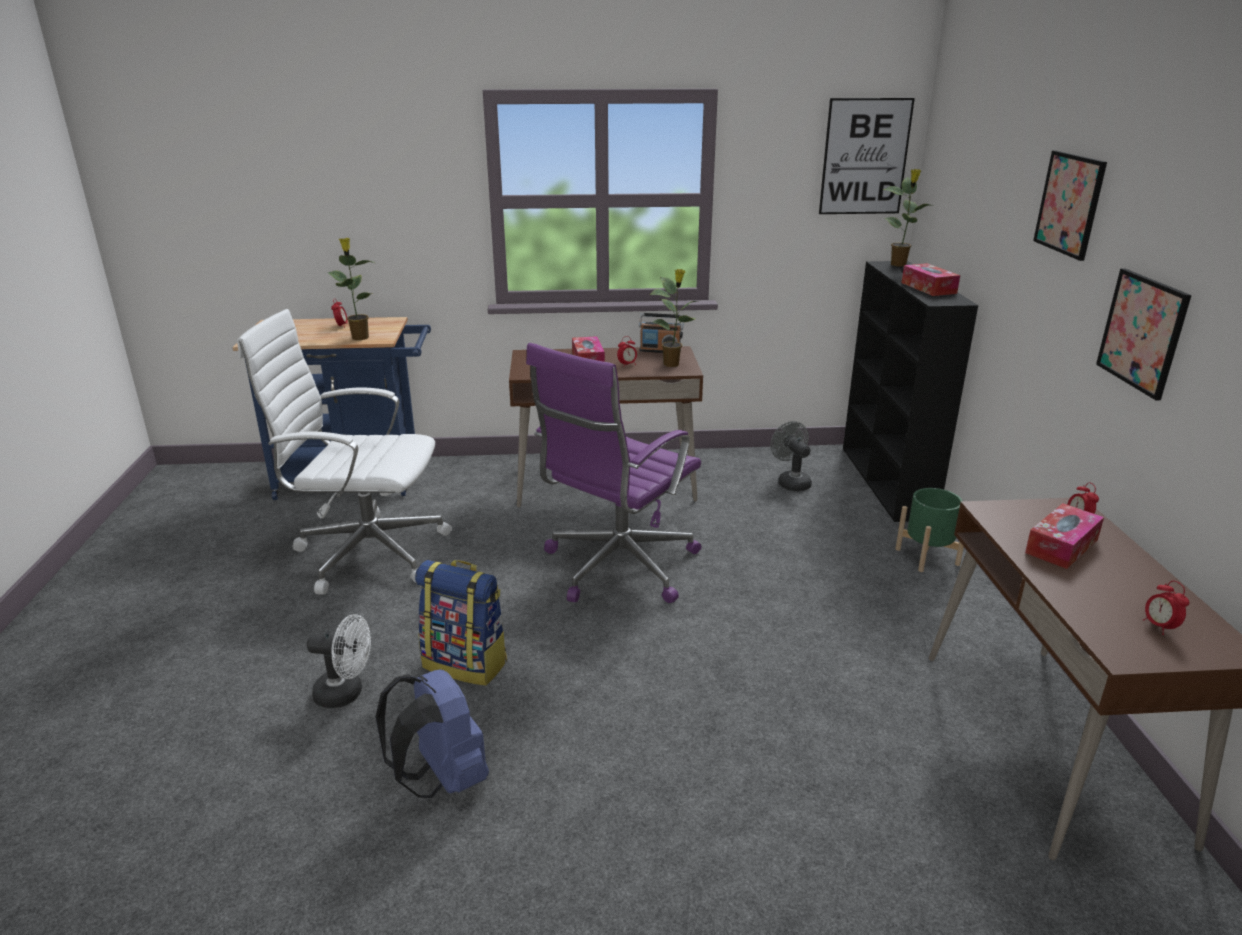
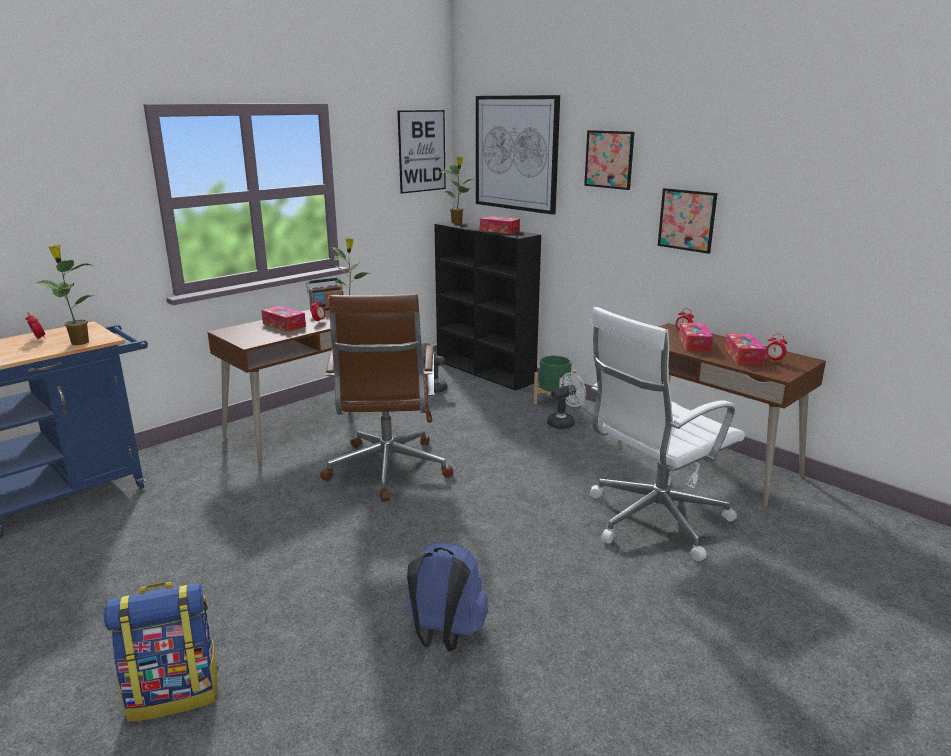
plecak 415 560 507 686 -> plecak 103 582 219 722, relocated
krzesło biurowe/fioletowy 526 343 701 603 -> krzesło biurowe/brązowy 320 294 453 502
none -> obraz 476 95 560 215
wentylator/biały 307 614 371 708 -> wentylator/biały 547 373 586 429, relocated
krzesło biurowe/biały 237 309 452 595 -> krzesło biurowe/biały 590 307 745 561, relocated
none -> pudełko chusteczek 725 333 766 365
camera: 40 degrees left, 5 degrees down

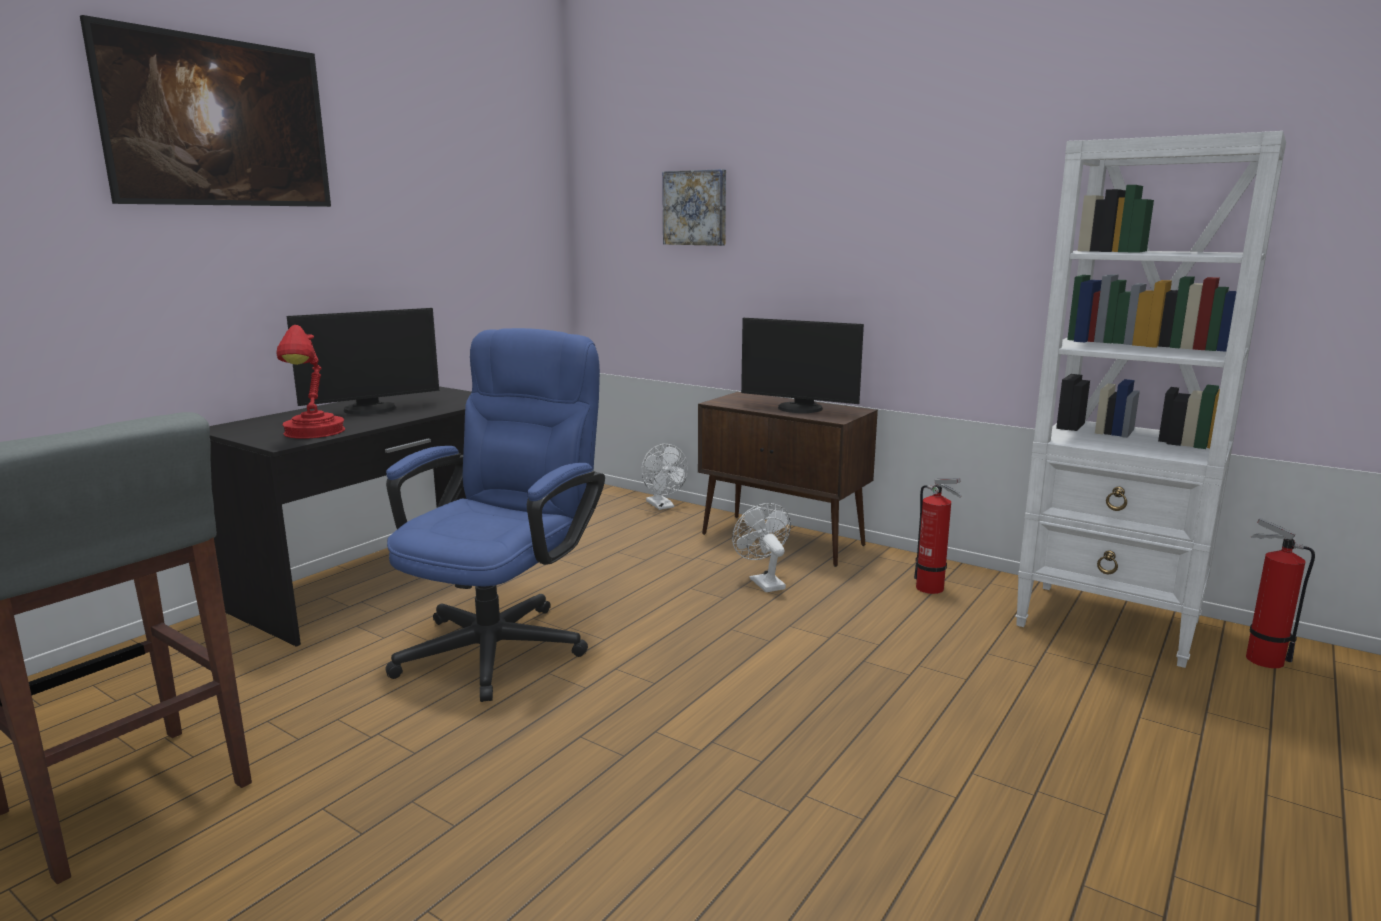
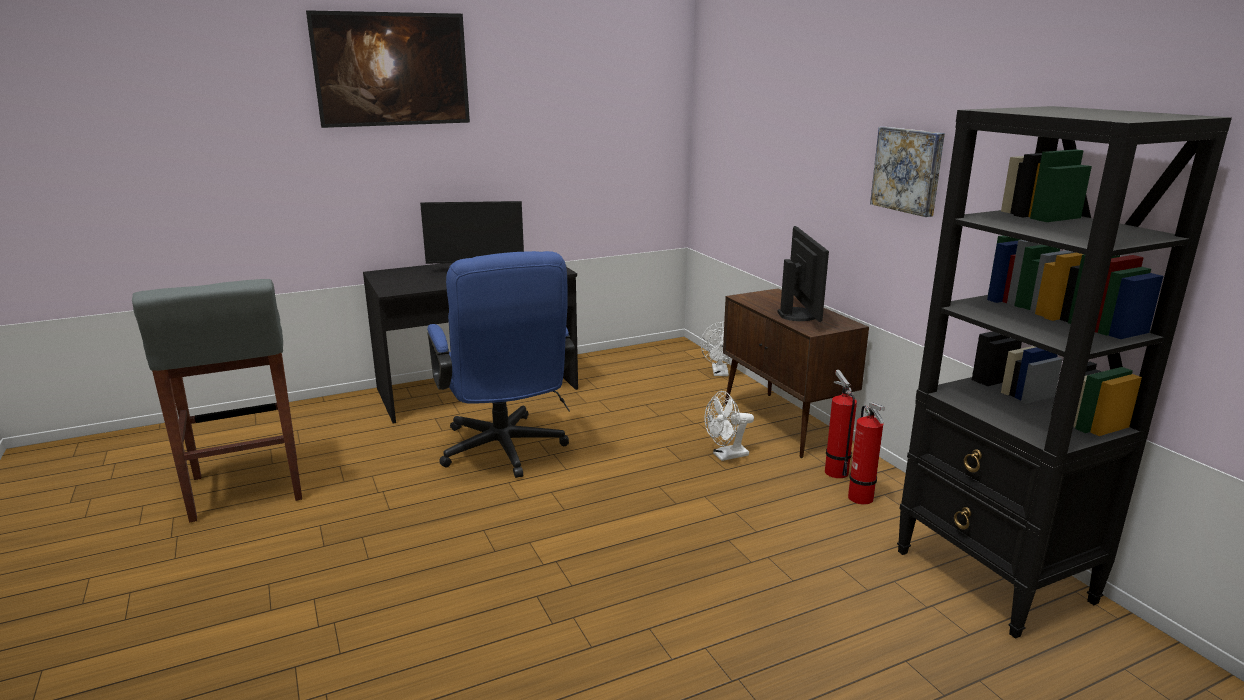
krzesło biurowe/niebieski 385 328 605 702 -> krzesło biurowe/niebieski 427 251 575 478, 105 degrees clockwise
wentylator/biały 732 503 791 592 -> wentylator/biały 705 391 754 461, 120 degrees counterclockwise
monitor 741 318 864 413 -> monitor 777 226 829 322, 150 degrees counterclockwise
gaśnica 1246 518 1315 668 -> gaśnica 825 370 857 478, relocated
obraz 662 169 726 246 -> obraz 870 127 945 217, relocated
regał/biały 1015 131 1286 668 -> regał/czarny 897 106 1232 639
lampa stołowa/czerwony 276 325 345 438 -> none
camera: 30 degrees right, 5 degrees up

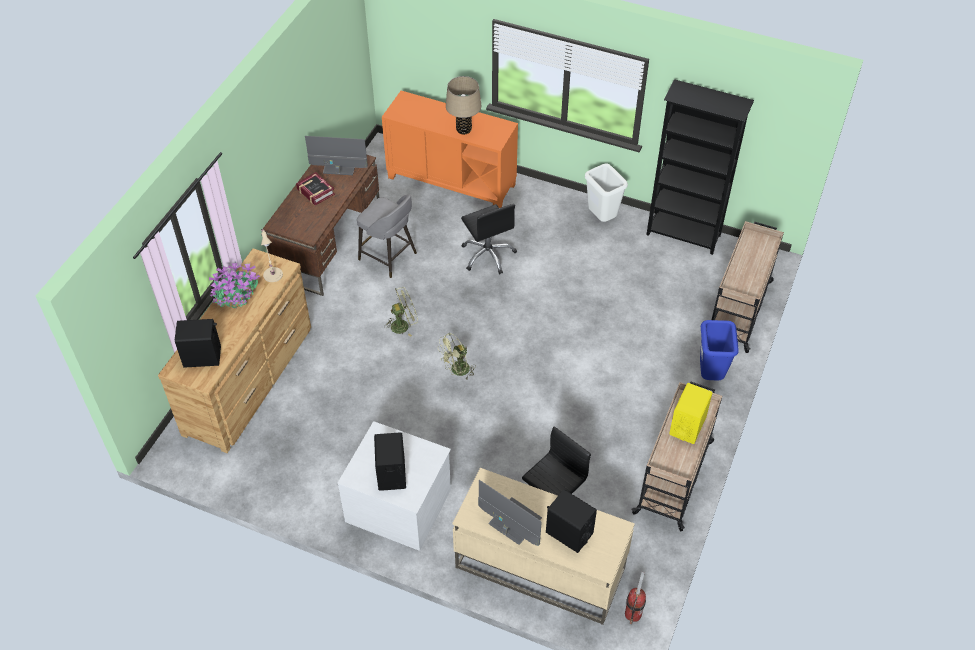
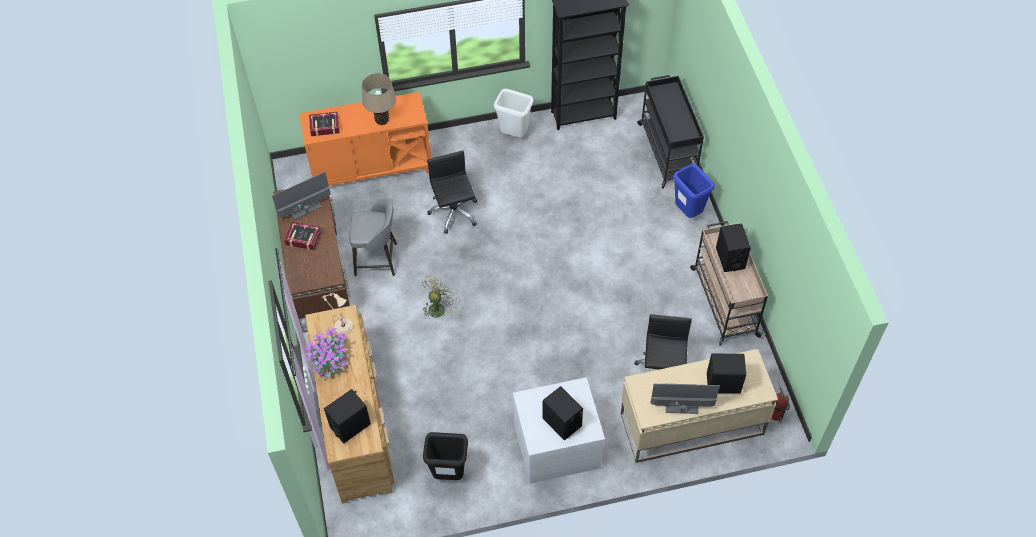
none -> książka 309 112 340 136
none -> kosz na śmieci/czarny 423 432 468 480
krzesło biurowe/czarny 461 204 517 274 -> krzesło biurowe/czarny 427 151 477 234, 135 degrees counterclockwise
wózek/beżowy 712 221 784 353 -> wózek/czarny 637 75 704 188
głośnik/żółty 669 383 712 444 -> głośnik/czarny 716 224 751 272
wentylator/zielony 438 333 476 379 -> none
camera: 35 degrees left, 5 degrees up

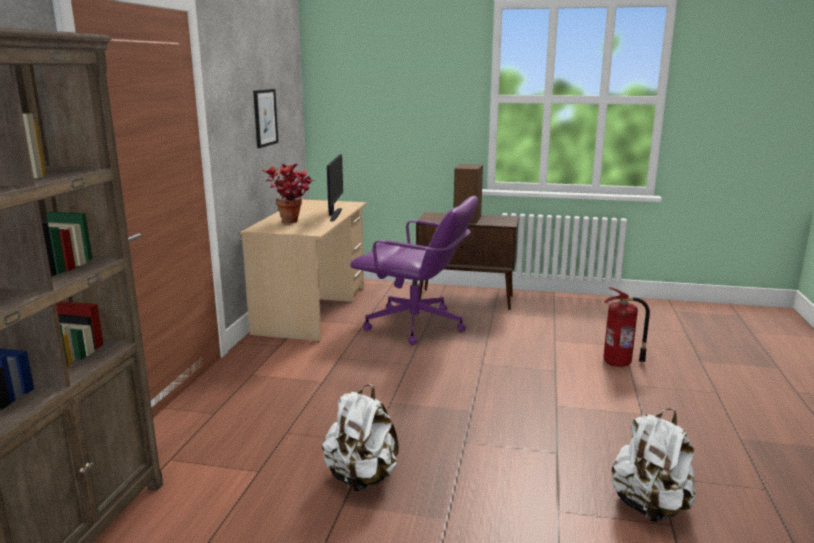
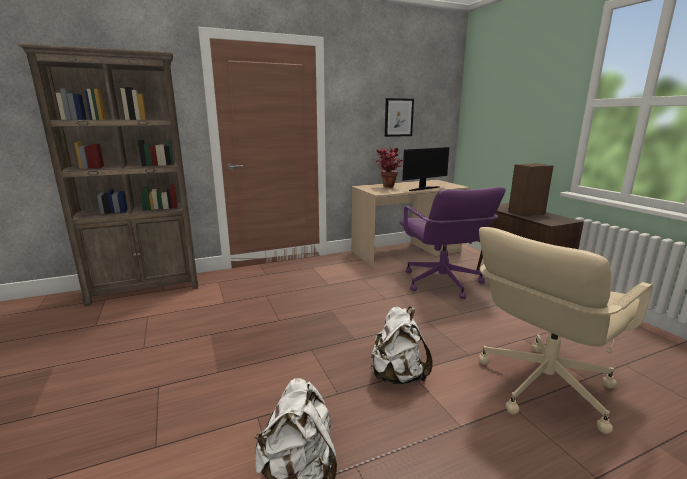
plecak/biały 322 384 399 492 -> plecak/biały 370 306 433 384, relocated
gaśnica 604 287 650 367 -> krzesło biurowe/beżowy 479 227 653 434
camera: 55 degrees right, 0 degrees up

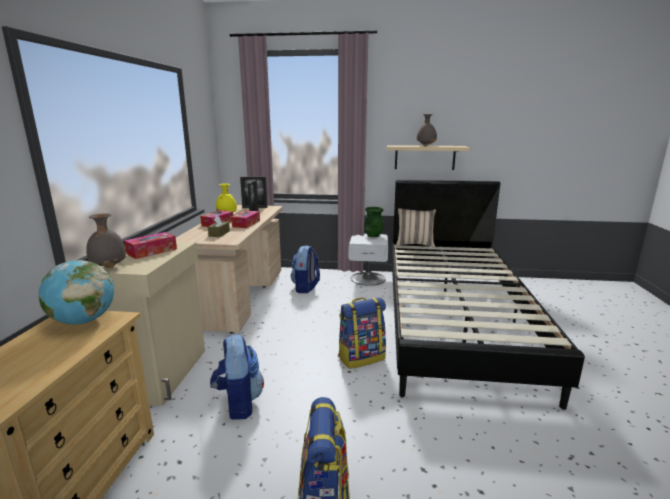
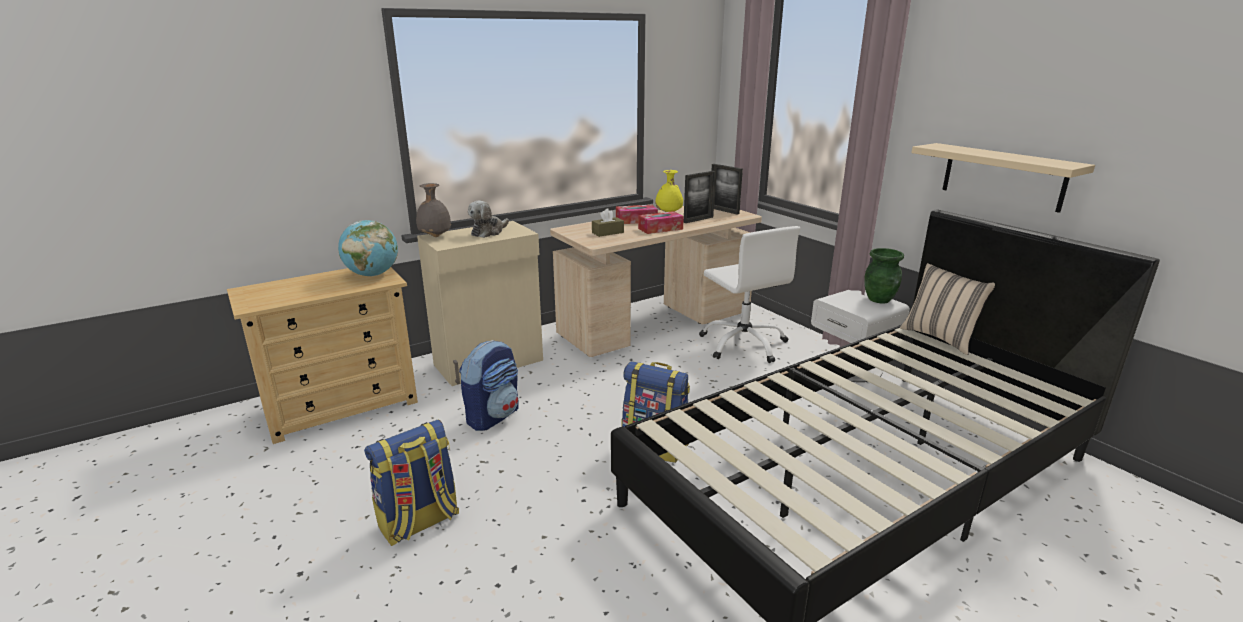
pudełko chusteczek 124 232 177 259 -> pluszak 468 200 509 238
plecak 291 245 320 293 -> krzesło biurowe/biały 699 226 800 363
wazon/szary 417 114 437 146 -> none
camera: 50 degrees right, 5 degrees up

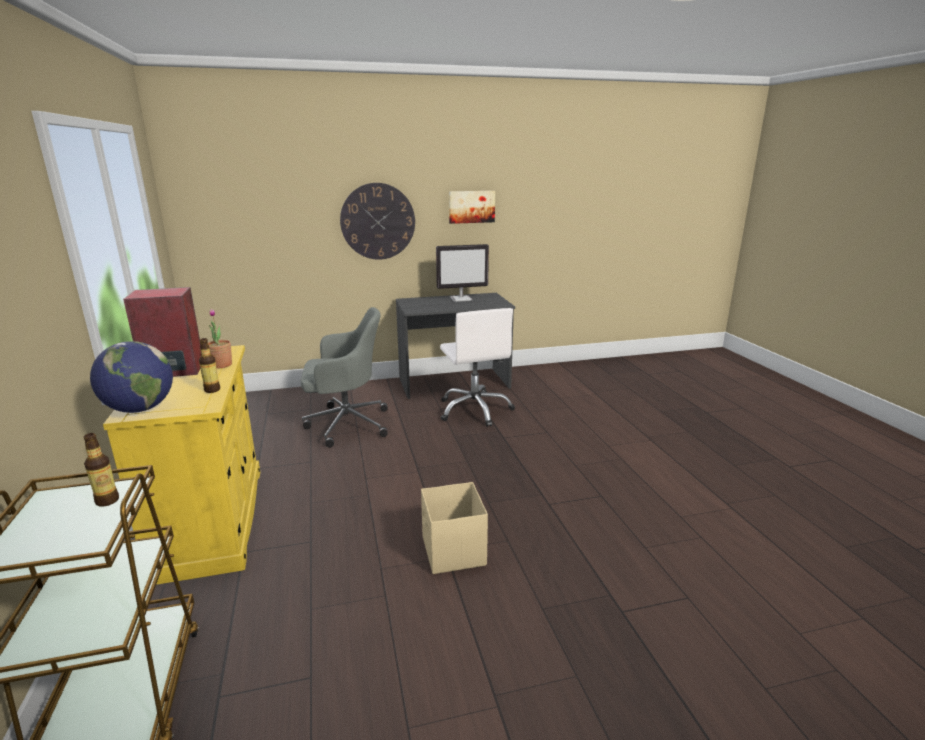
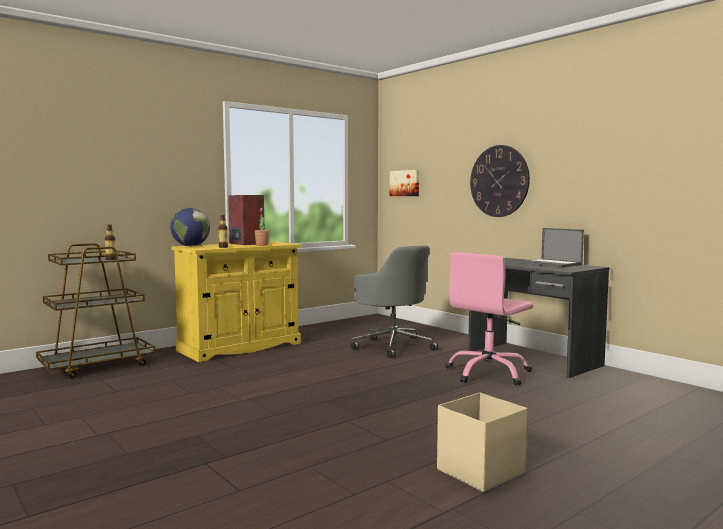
obraz 449 191 495 224 -> obraz 390 170 419 196, relocated
pojemnik do przechowywania/beżowy 421 482 488 574 -> pojemnik do przechowywania/beżowy 437 392 527 492, relocated
krzesło biurowe/biały 440 308 515 427 -> krzesło biurowe/różowy 445 252 533 386
monitor 436 244 489 302 -> laptop 520 228 584 268
camera: 65 degrees right, 15 degrees down

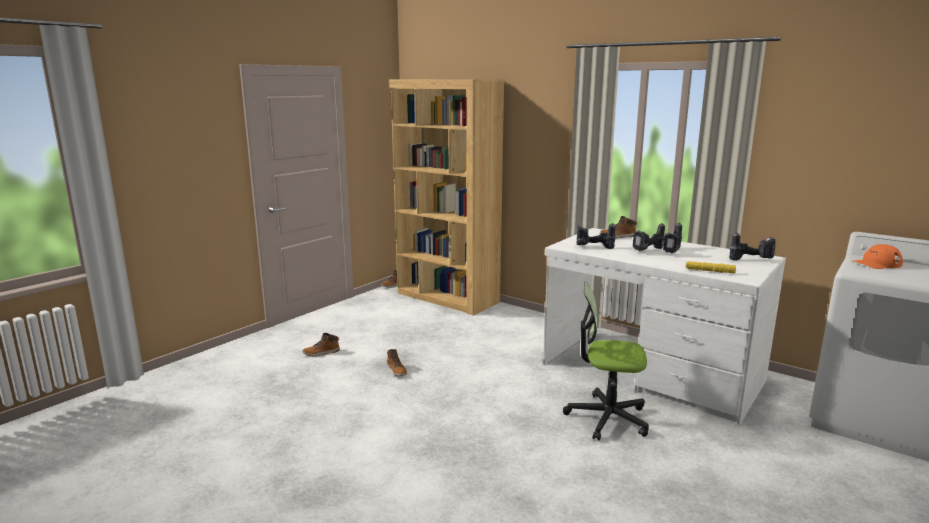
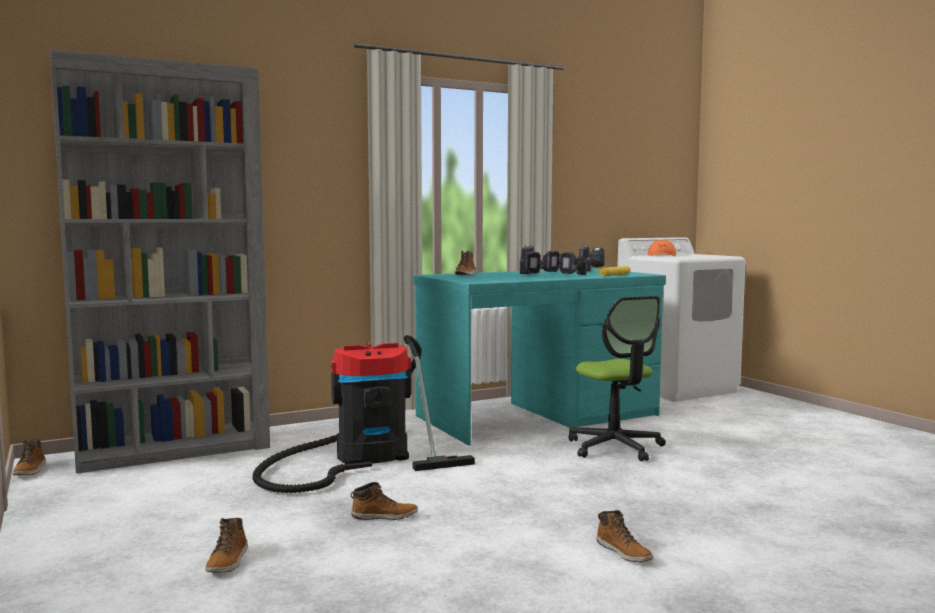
regał/brązowy 389 79 504 316 -> regał/szary 50 50 270 474
none -> odkurzacz 252 335 475 493
biurko/biały 543 228 786 425 -> biurko/turkusowy 413 268 666 445
wiertarka 577 223 616 249 -> wiertarka 560 246 588 275, relocated
krzesło biurowe 563 281 649 440 -> krzesło biurowe 569 296 666 461, 60 degrees counterclockwise
none -> but z cholewką 597 510 653 562
camera: 65 degrees left, 10 degrees down

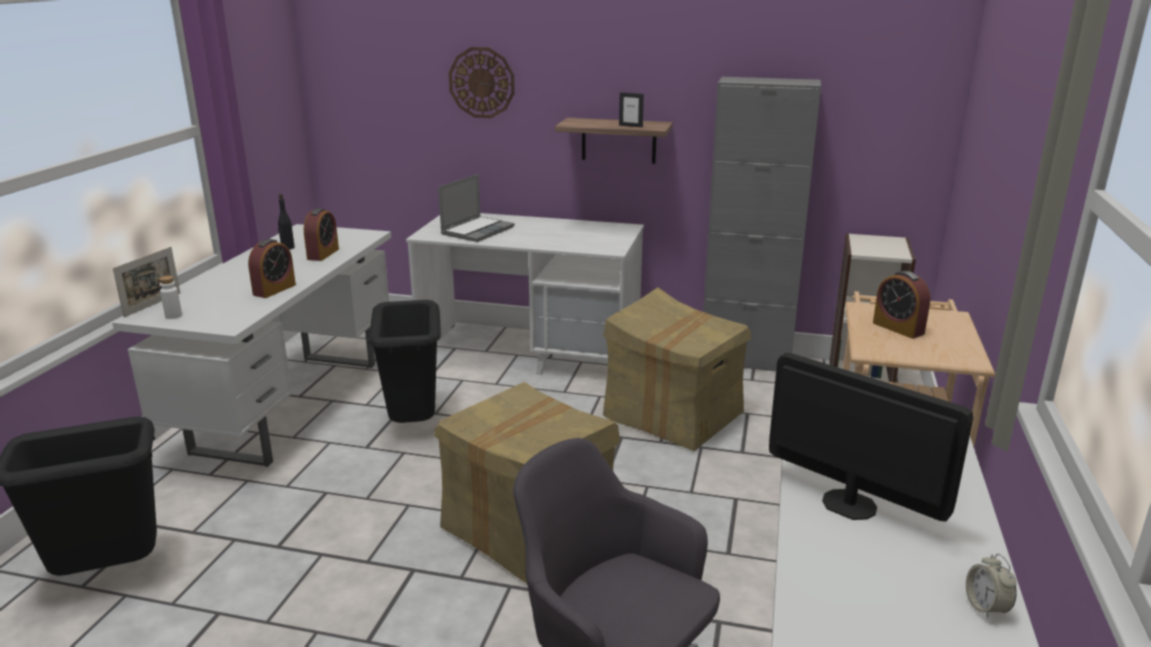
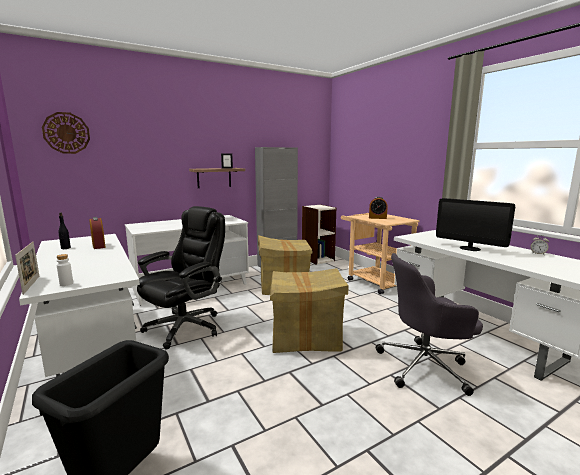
zegar ścienny 449 47 515 118 -> zegar ścienny 42 112 90 154, relocated
kosz na śmieci/czarny 368 300 441 423 -> krzesło biurowe/czarny 137 206 225 350
monitor 769 353 973 522 -> monitor 436 198 515 251, 135 degrees counterclockwise
budzik 248 239 296 298 -> none
laptop 438 174 515 242 -> none
camera: 45 degrees left, 10 degrees down

